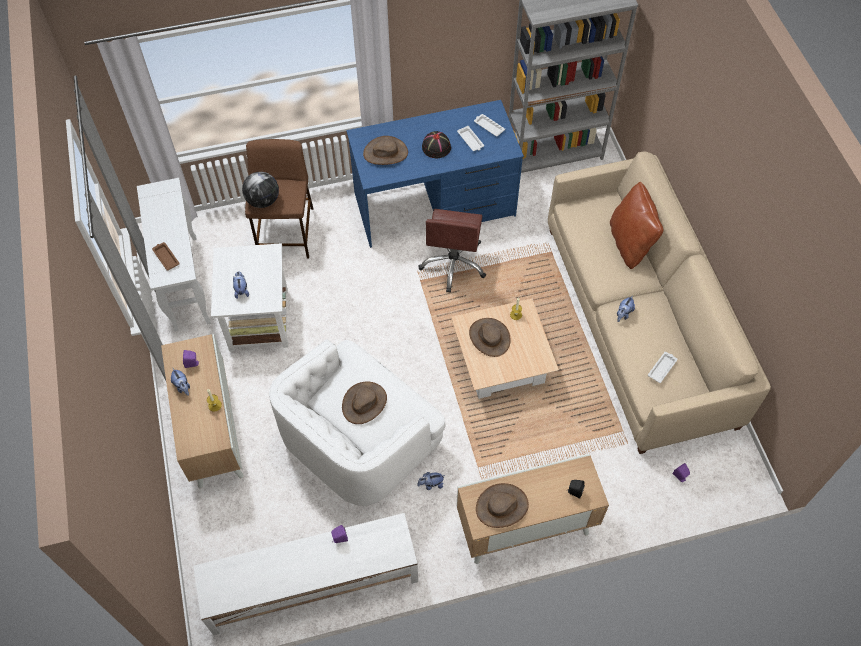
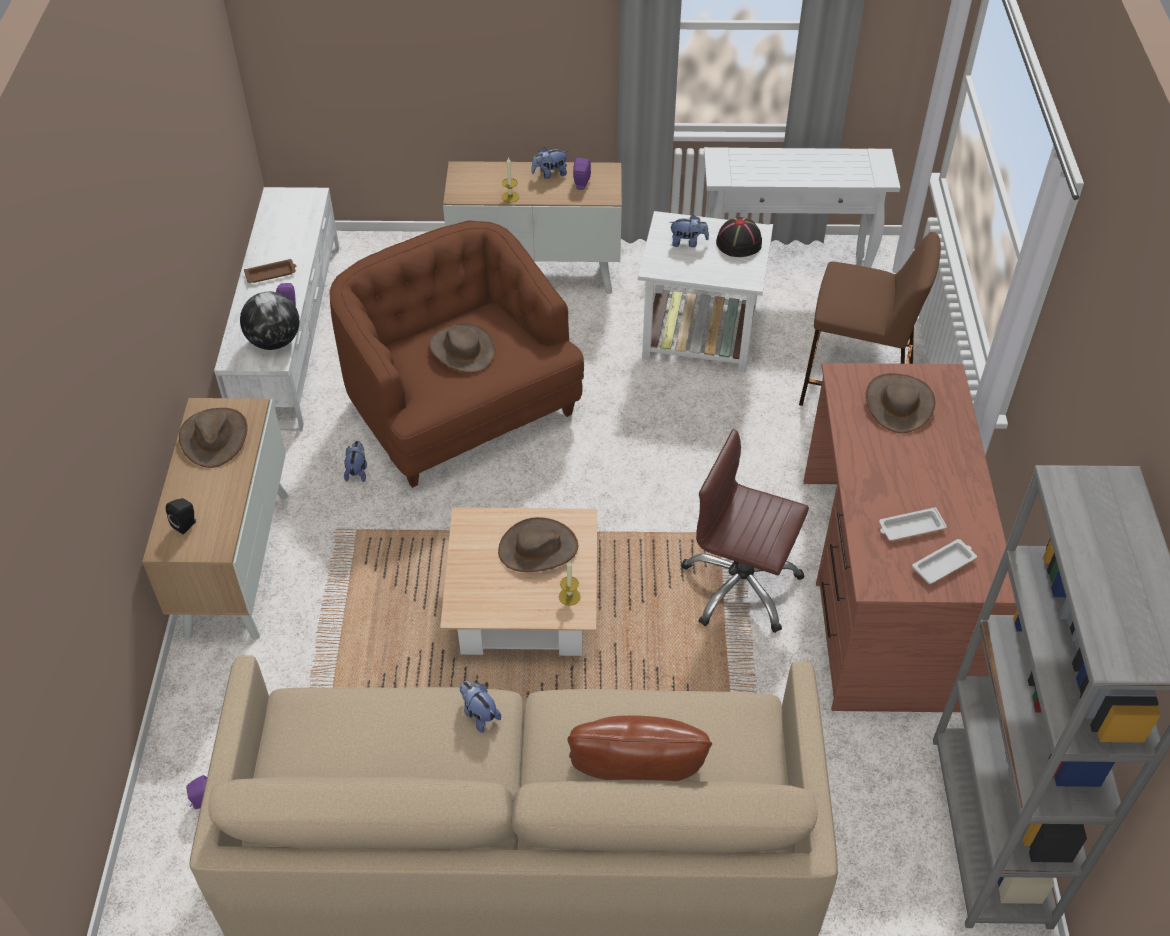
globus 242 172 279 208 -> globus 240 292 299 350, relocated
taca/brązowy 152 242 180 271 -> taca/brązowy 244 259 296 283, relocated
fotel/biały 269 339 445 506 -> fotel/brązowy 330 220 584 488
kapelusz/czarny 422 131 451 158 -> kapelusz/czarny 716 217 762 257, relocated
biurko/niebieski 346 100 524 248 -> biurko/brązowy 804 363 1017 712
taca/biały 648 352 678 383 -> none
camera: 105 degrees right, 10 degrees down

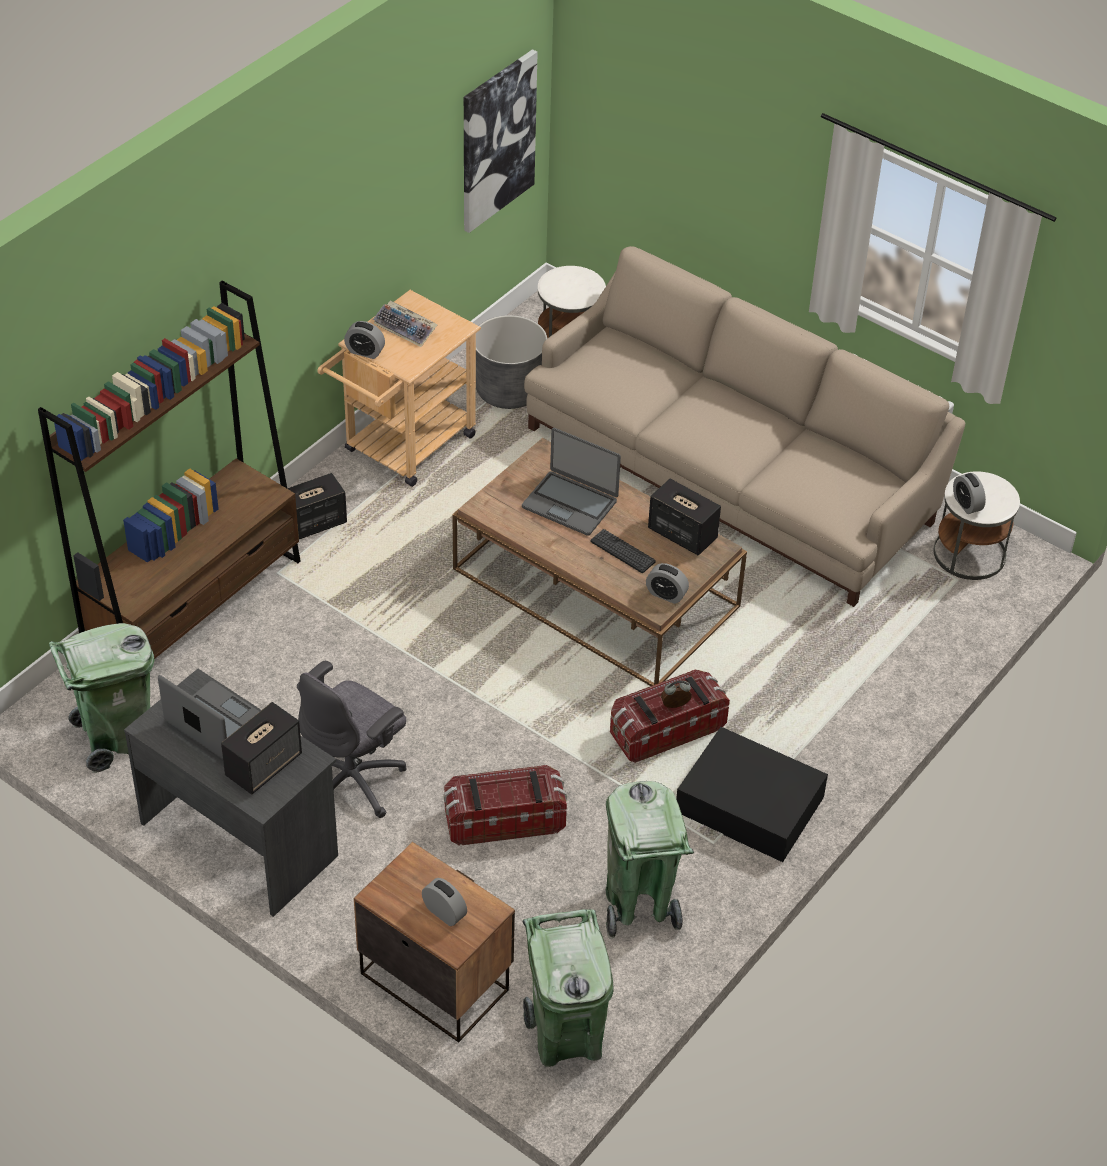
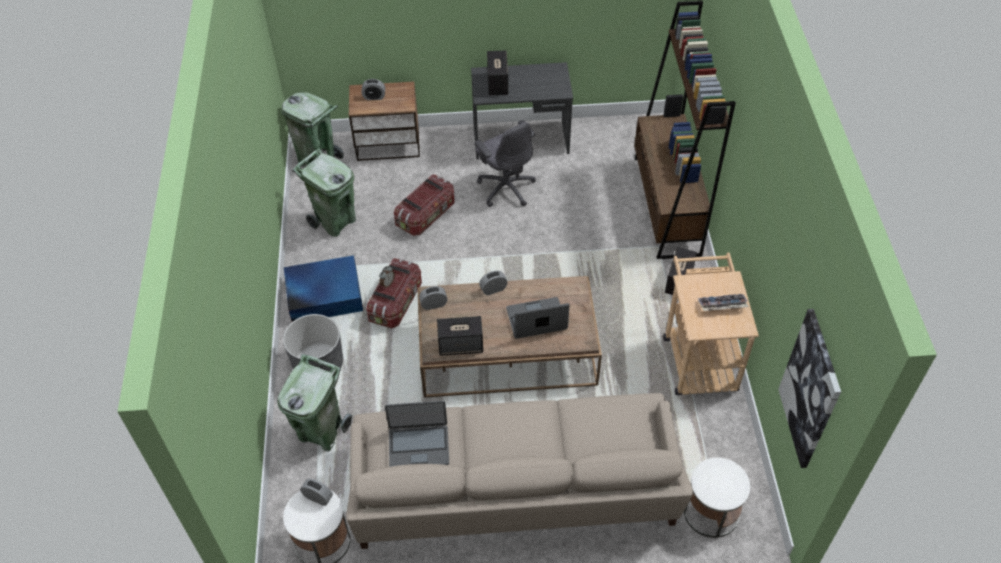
kosz na śmieci/zielony 49 623 155 773 -> kosz na śmieci/zielony 278 354 352 452, relocated
donica/szary 476 315 547 409 -> donica/szary 283 314 343 371, relocated
pojemnik do przechowywania/czarny 676 727 828 862 -> pojemnik do przechowywania/niebieski 284 255 363 322
laptop 158 675 260 759 -> laptop 385 401 449 467, relocated
krzesło biurowe/szary 297 661 406 818 -> krzesło biurowe/szary 474 120 536 207, 150 degrees clockwise
budzik 344 321 385 359 -> budzik 479 271 508 295, relocated
klawiatura 591 529 656 573 -> none
camera: 140 degrees right, 5 degrees up

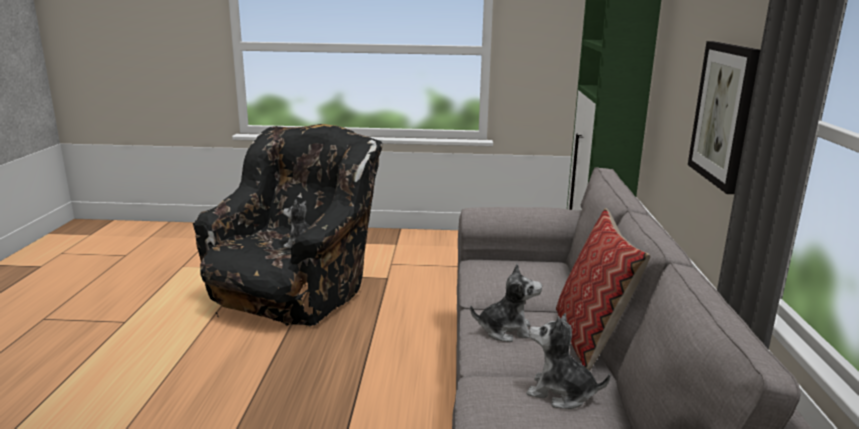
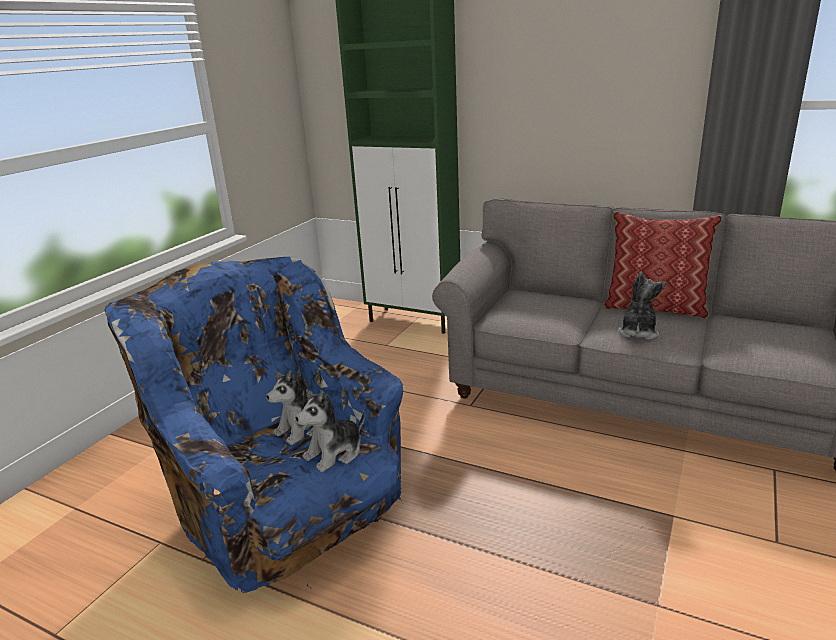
fotel/czarny 193 124 382 327 -> fotel/niebieski 104 257 403 593
pluszak 526 313 610 409 -> pluszak 295 389 365 472, relocated
obraz 688 41 760 194 -> none
camera: 65 degrees left, 5 degrees up

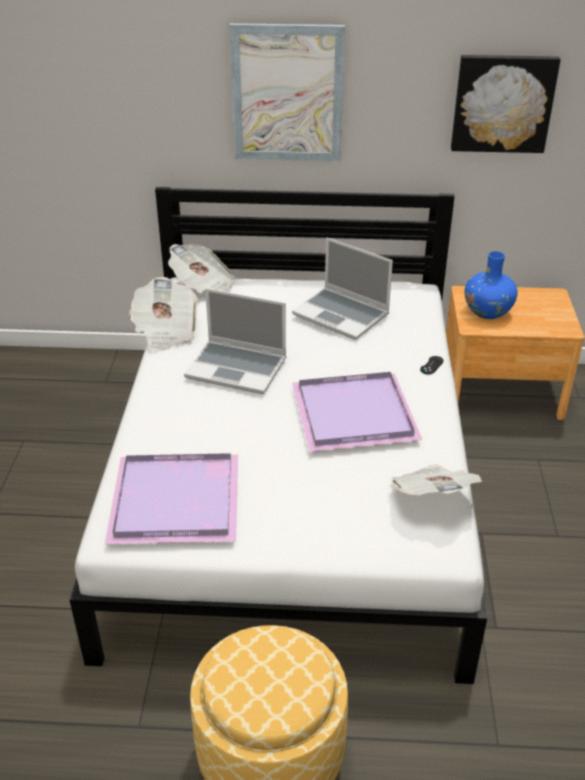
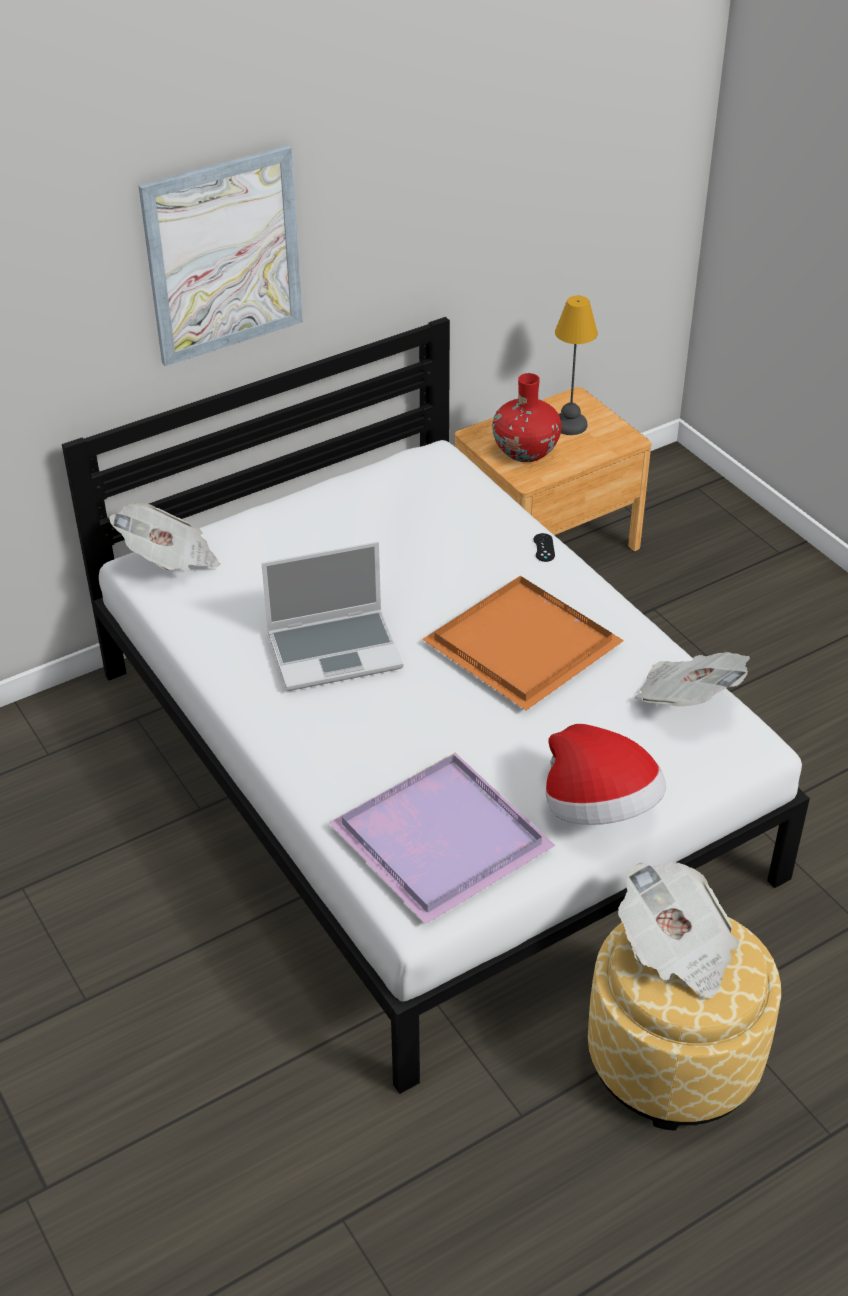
taca/fioletowy 292 372 422 451 -> taca/pomarańczowy 422 576 624 710
wazon/niebieski 465 251 518 319 -> wazon/czerwony 492 373 562 462
none -> kapelusz 546 724 666 825
none -> lampa stołowa 555 296 598 435
gazeta 128 277 198 352 -> gazeta 618 862 739 998, relocated
laptop 292 238 393 340 -> none
obraz 451 55 561 153 -> none
camera: 35 degrees left, 5 degrees up

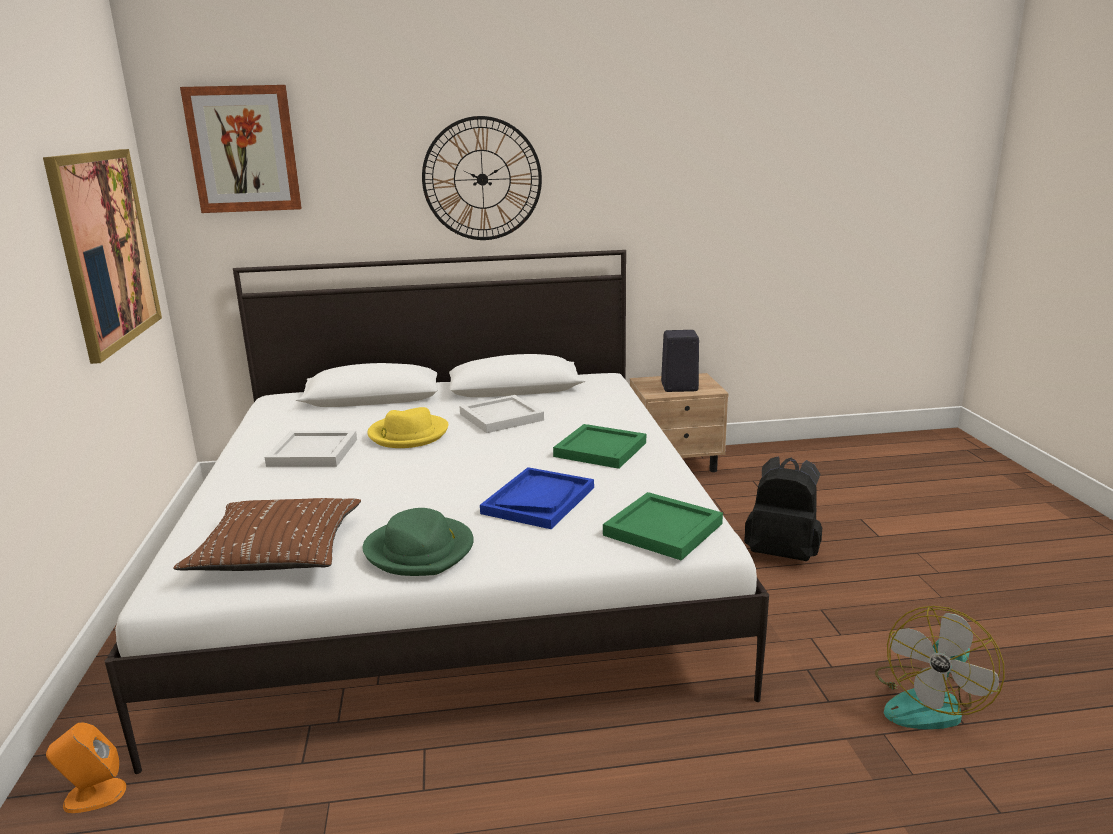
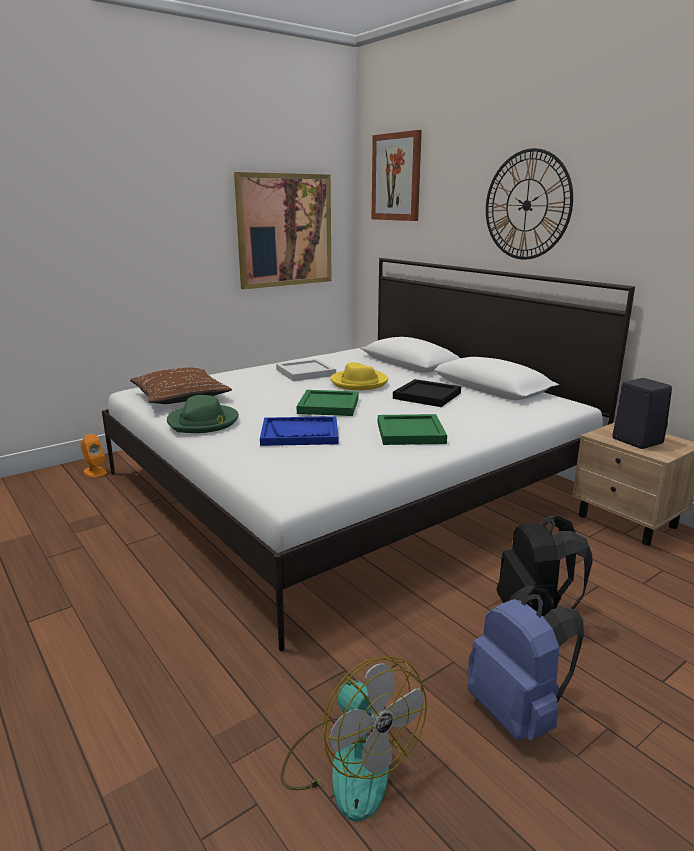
wentylator 875 606 1005 729 -> wentylator 280 656 427 822, 135 degrees counterclockwise
taca/zielony 603 492 723 561 -> taca/zielony 297 390 359 416, relocated
taca/biały 459 395 544 433 -> taca/czarny 393 379 461 407
none -> plecak/niebieski 467 585 584 741
camera: 60 degrees right, 0 degrees up

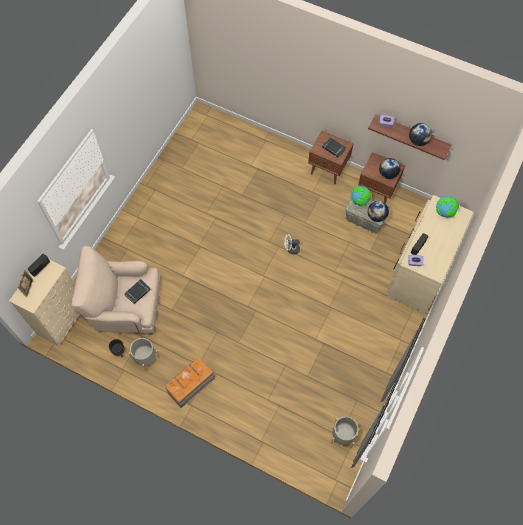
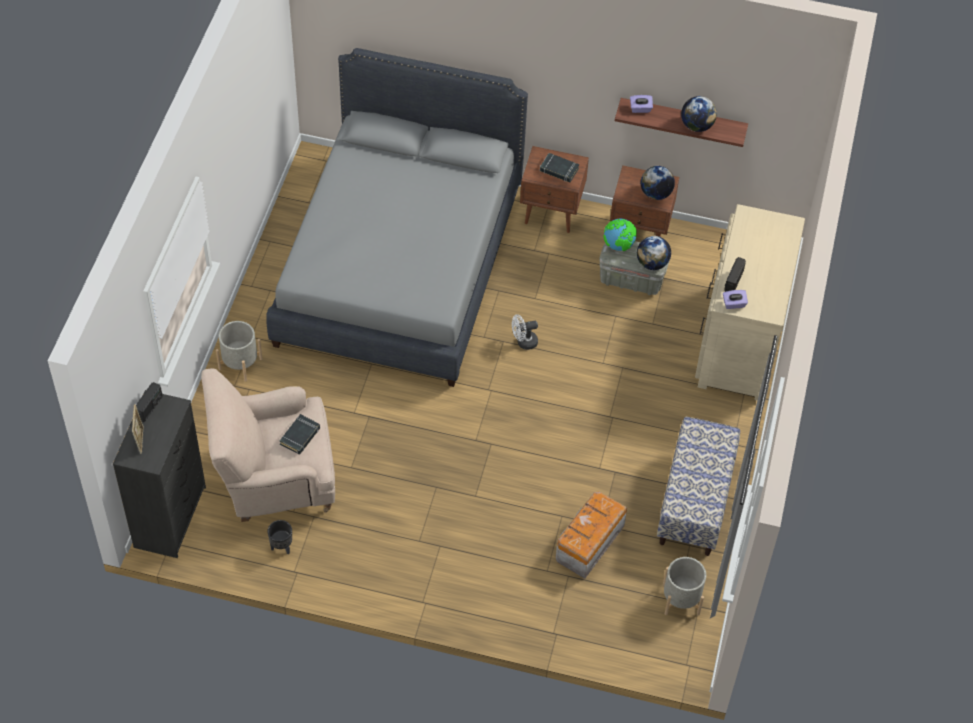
komoda/beżowy 9 259 80 347 -> komoda/czarny 113 390 206 558
donica/szary 129 338 160 372 -> donica/szary 216 321 263 382, relocated
none -> łóżko/szary 266 48 528 387
pojemnik do przechowywania 166 358 215 408 -> pojemnik do przechowywania 556 491 627 579, relocated
none -> ławka 657 417 740 556
globus 436 196 459 218 -> none
camera: 15 degrees left, 10 degrees down

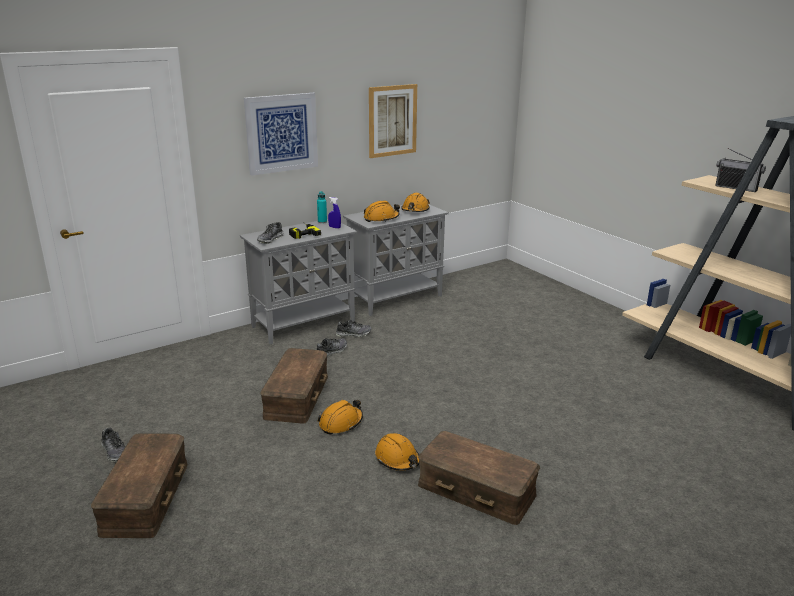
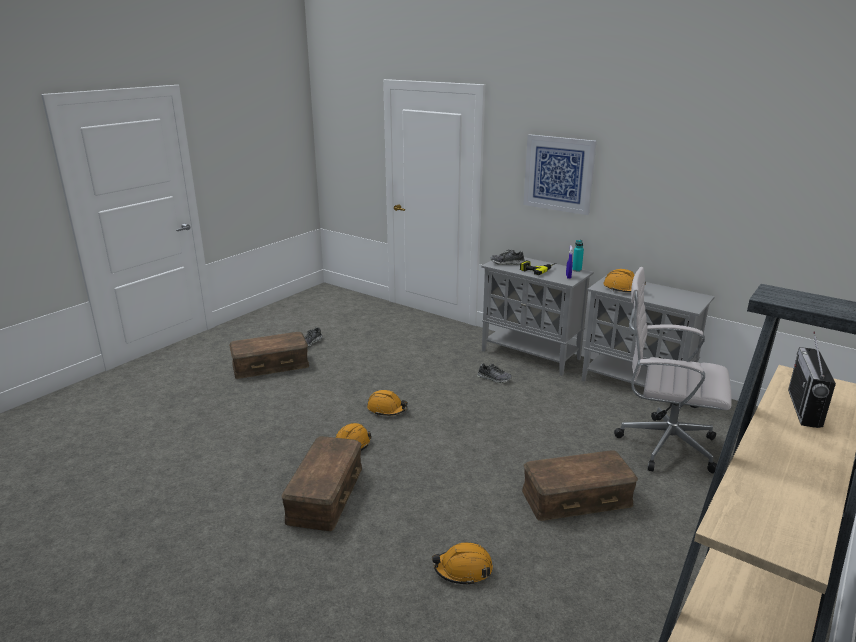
kask/pomarańczowy 401 193 430 212 -> kask/pomarańczowy 432 542 493 586, relocated
pojemnik do przechowywania/brązowy 260 348 328 424 -> pojemnik do przechowywania/brązowy 522 450 638 521, relocated
none -> krzesło biurowe/biały 614 267 732 473
but 336 320 372 337 -> none
obraz 369 84 417 158 -> none
camera: 70 degrees right, 0 degrees up

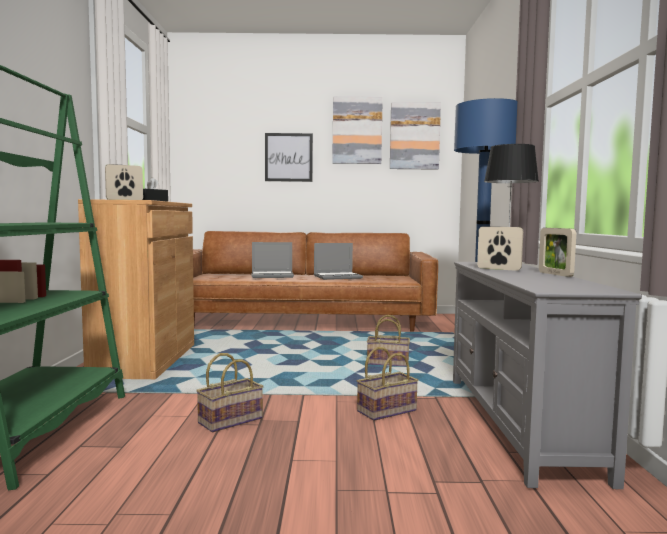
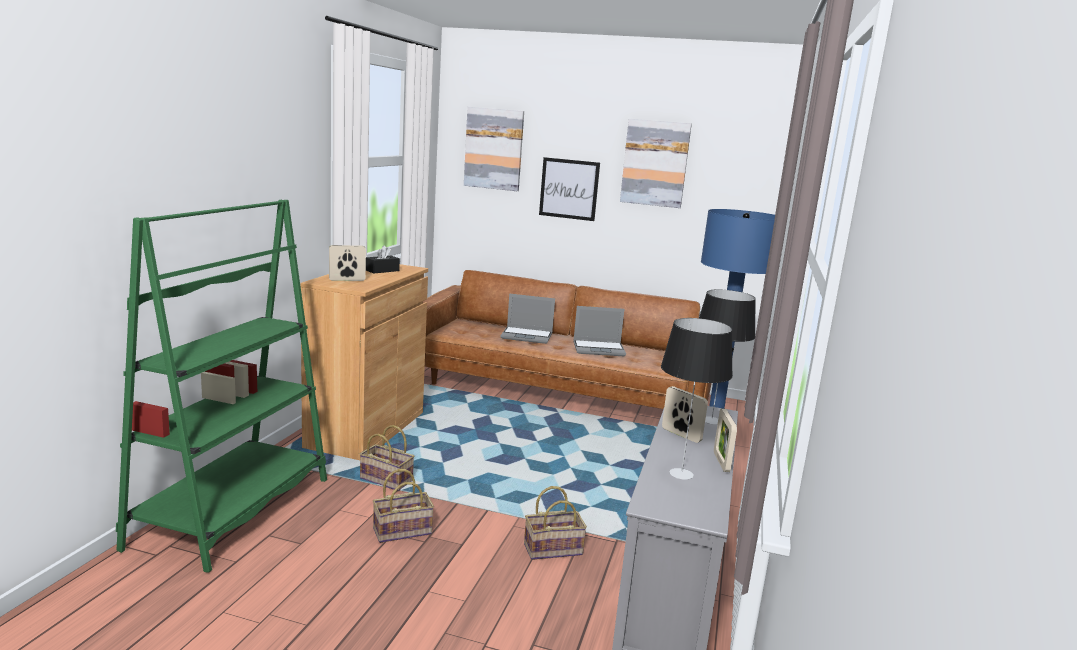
koszyk 367 315 410 366 -> koszyk 360 425 415 491, relocated
obraz 390 102 441 170 -> obraz 464 107 524 191, relocated
none -> lampa stołowa 661 318 733 480
camera: 15 degrees right, 10 degrees up

